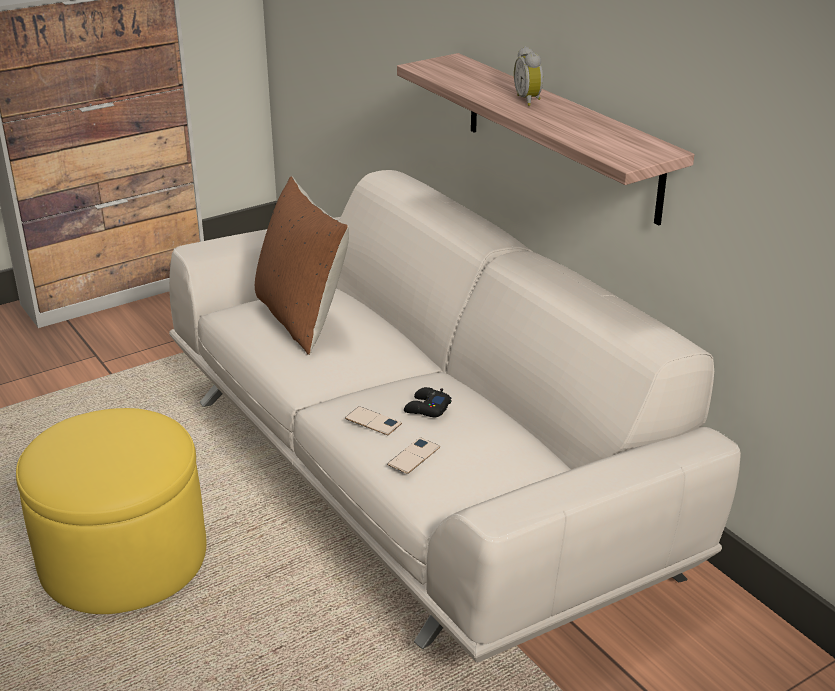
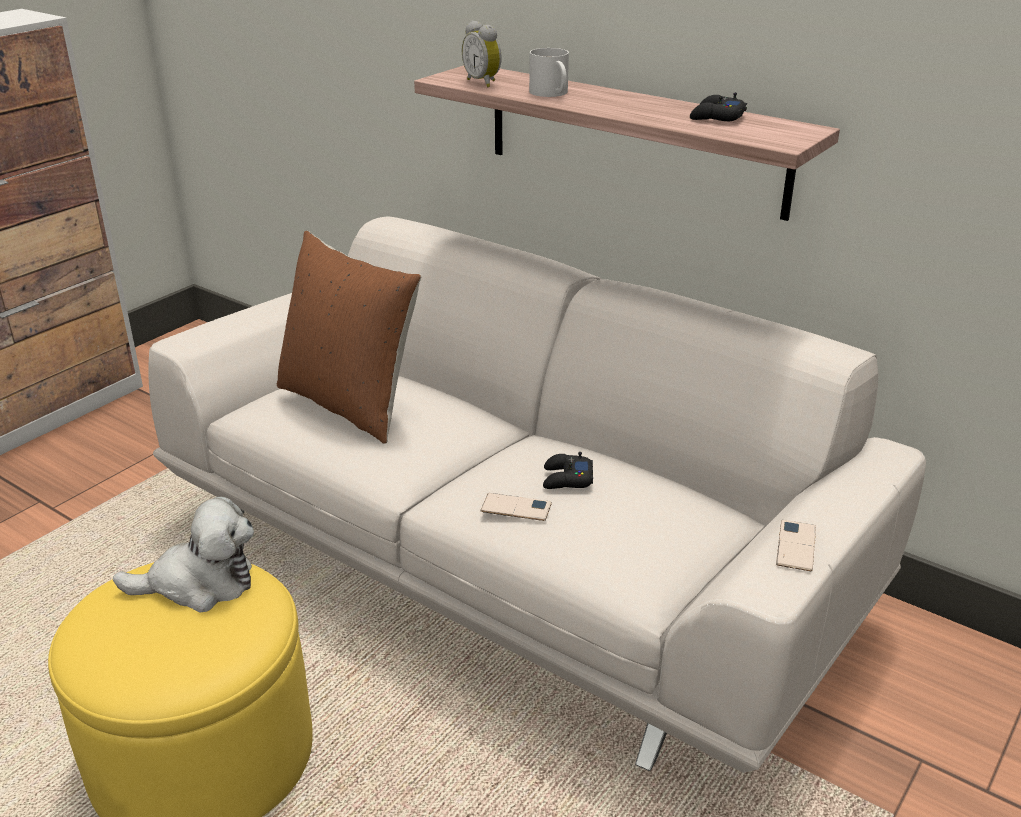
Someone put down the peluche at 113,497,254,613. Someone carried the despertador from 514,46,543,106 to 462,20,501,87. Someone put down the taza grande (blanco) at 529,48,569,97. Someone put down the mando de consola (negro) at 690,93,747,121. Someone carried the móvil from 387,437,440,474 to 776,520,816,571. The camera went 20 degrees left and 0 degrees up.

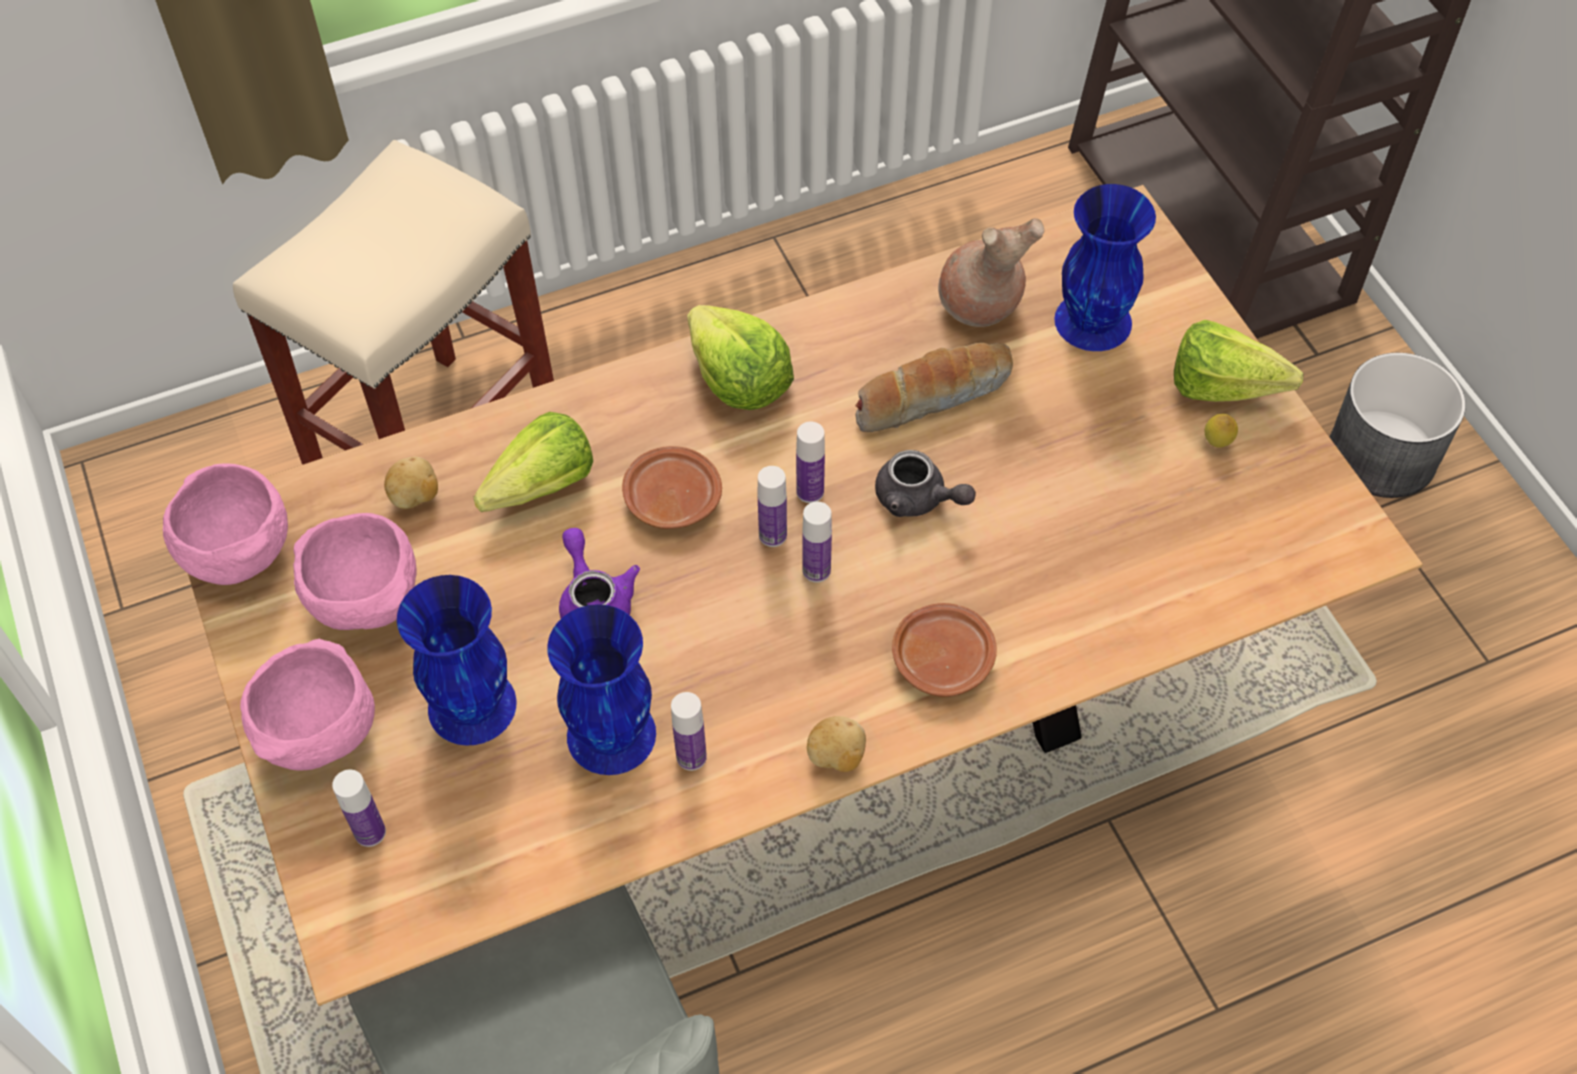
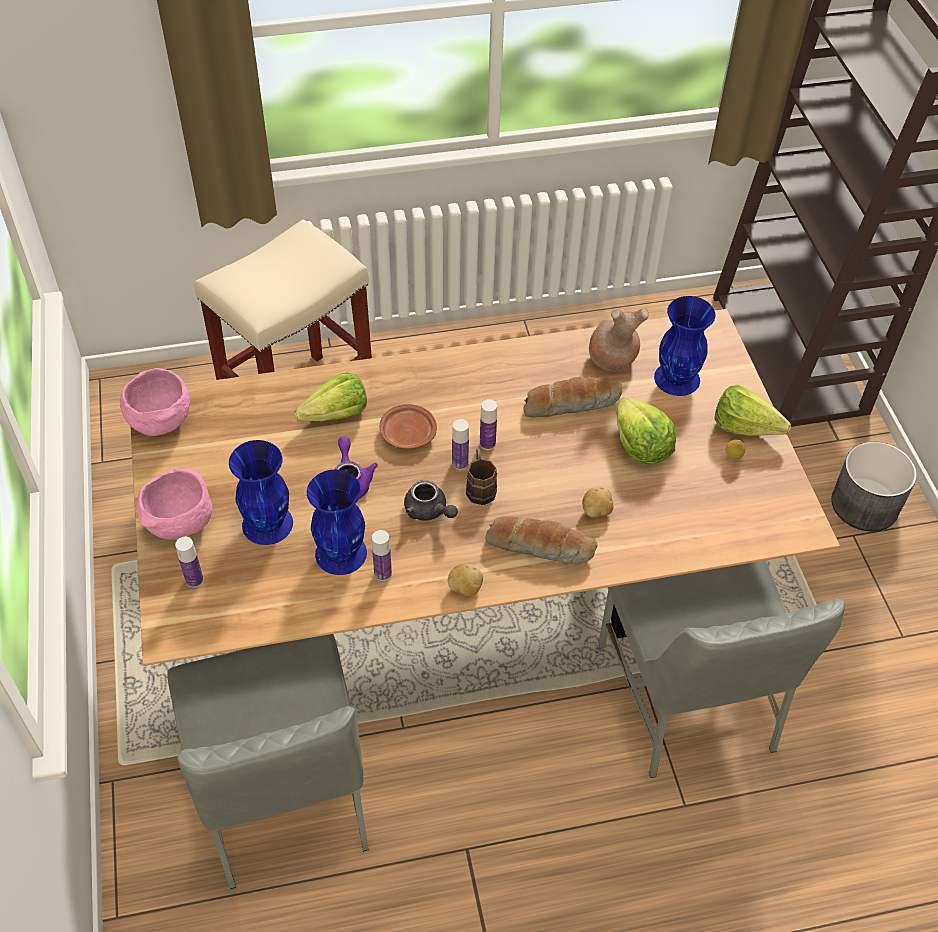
Someone carried the tetera (gris) from 875,450,976,517 to 404,480,458,521. Someone swapped the botella at 802,502,832,583 for the taza grande (marrón) at 466,448,497,505. Someone swapped the plato (marrón) at 892,603,997,697 for the pan at 485,516,597,564. Someone carried the patata from 384,457,438,509 to 582,487,614,518. Someone put down the silla (gris) at 598,560,845,778. Someone carried the lechuga from 687,305,794,410 to 616,397,676,465. Someone took away the cuenco (rosa) at 293,513,416,630. The camera went 10 degrees right and 5 degrees down.

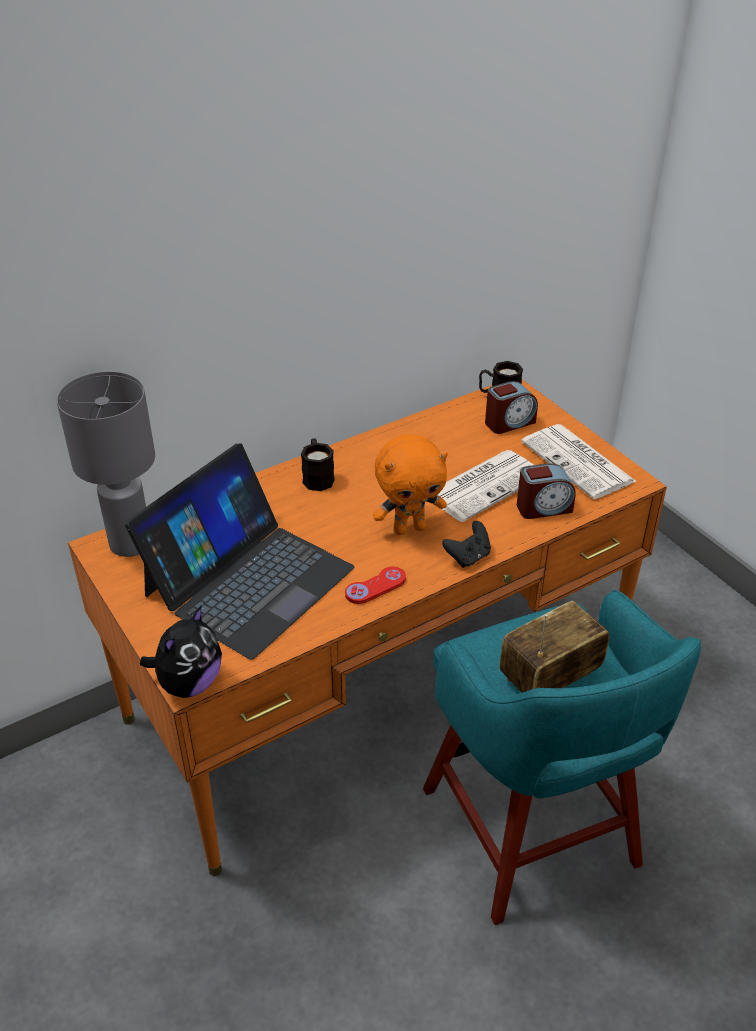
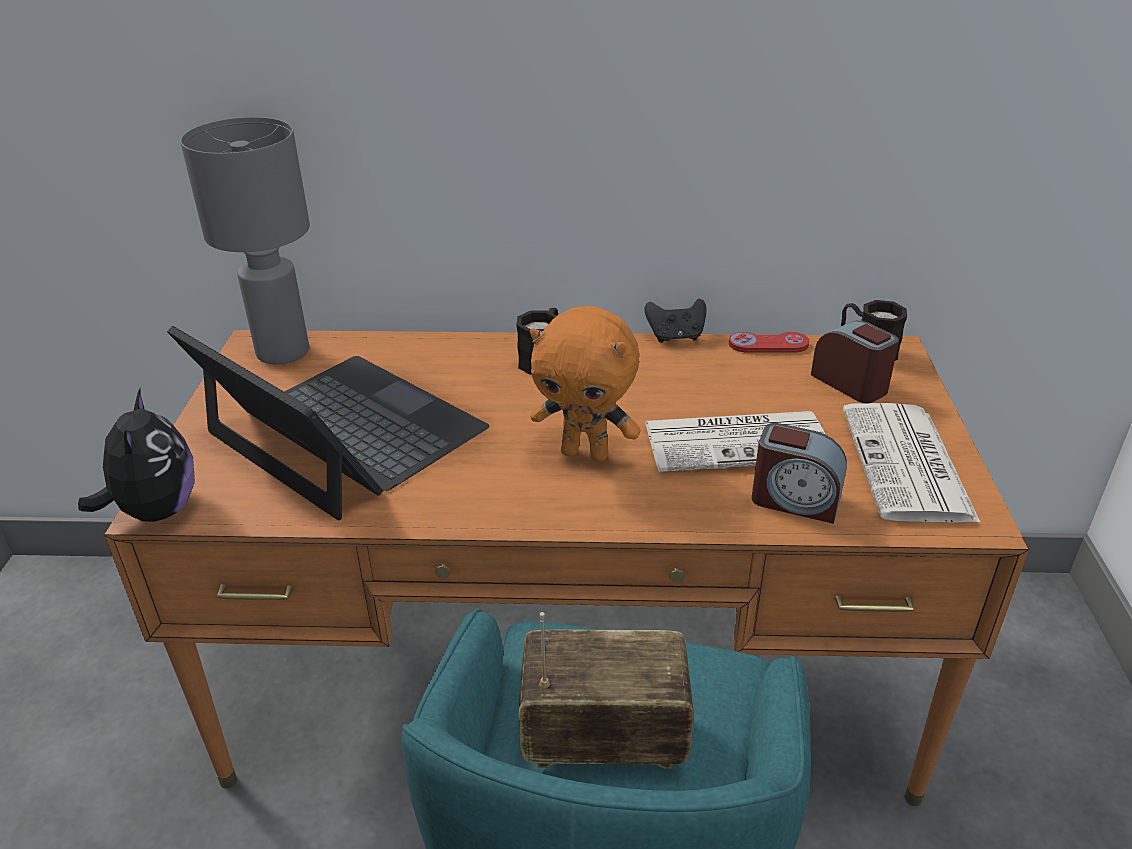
Someone rotated the peluche at 140,606,222,698 by 75 degrees counterclockwise. Someone rotated the portátil at 125,443,355,660 by 120 degrees counterclockwise. Someone carried the mando de consola (negro) from 442,521,491,568 to 644,299,706,343. Someone carried the mando de consola (rojo) from 345,566,406,604 to 729,332,809,353. Someone rotated the despertador at 485,381,538,434 by 135 degrees counterclockwise. The camera went 35 degrees right and 5 degrees down.

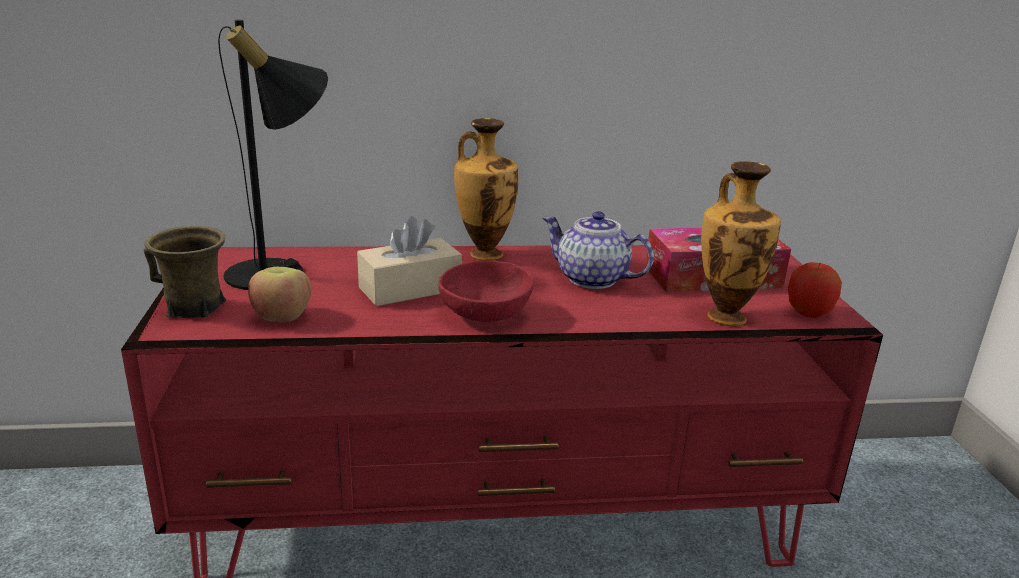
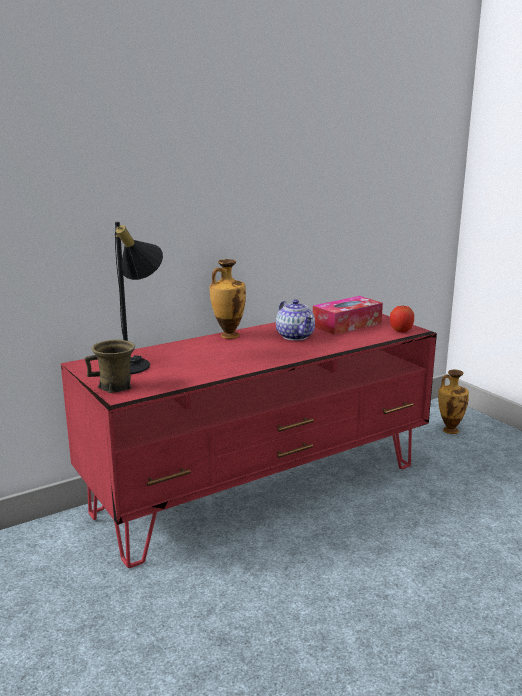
Someone rotated the tetera at 542,211,654,289 by 120 degrees counterclockwise. Someone carried the florero from 701,161,781,326 to 438,370,469,434. Someone took away the manzana at 248,267,311,322. Someone took away the caja de pañuelos (beis) at 357,216,462,306. Someone took away the cuenco (rojo) at 438,260,534,322. The camera went 25 degrees left and 5 degrees down.

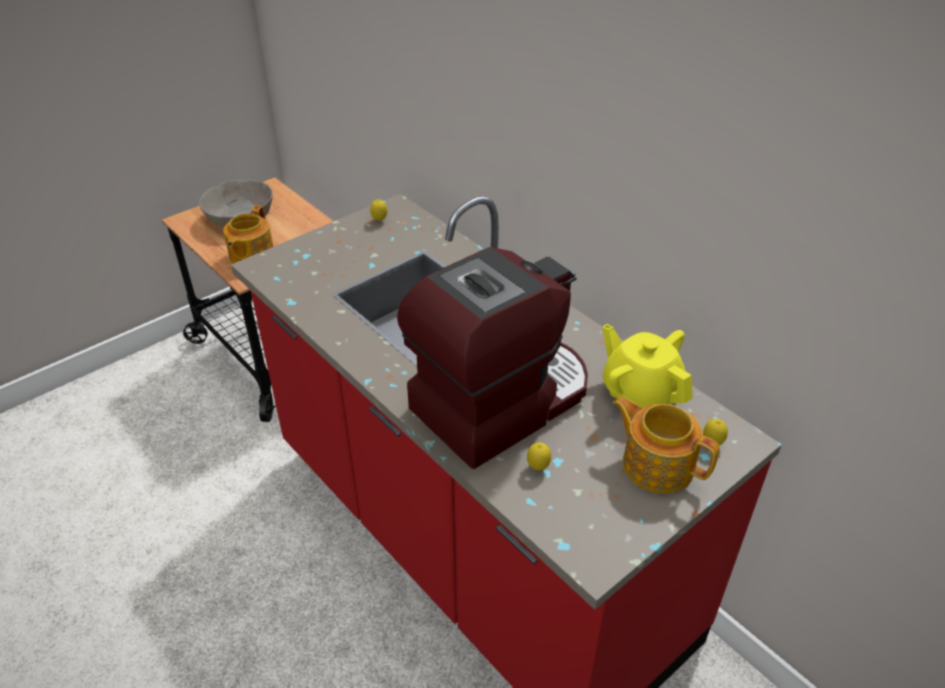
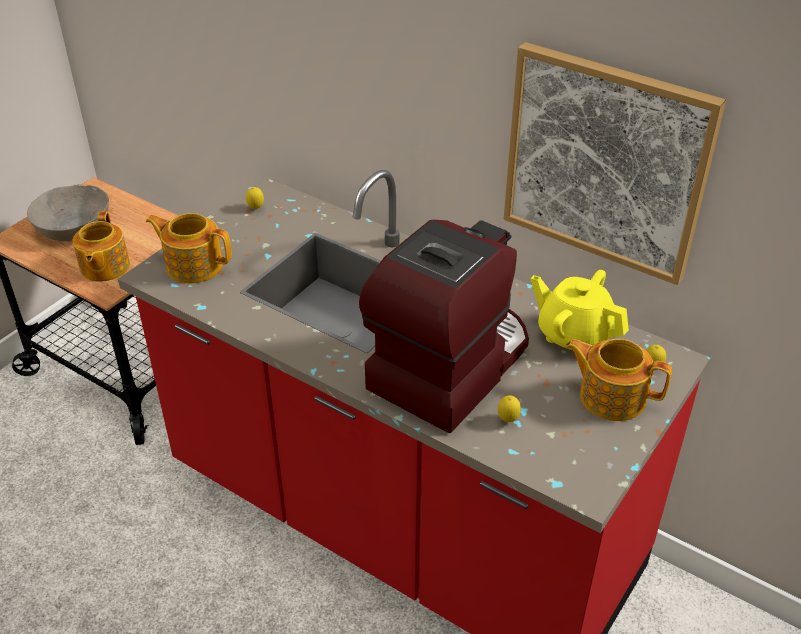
Someone put down the tetera at 146,213,232,283. Someone put up the cuadro at 504,42,726,285. The camera went 15 degrees left and 0 degrees up.

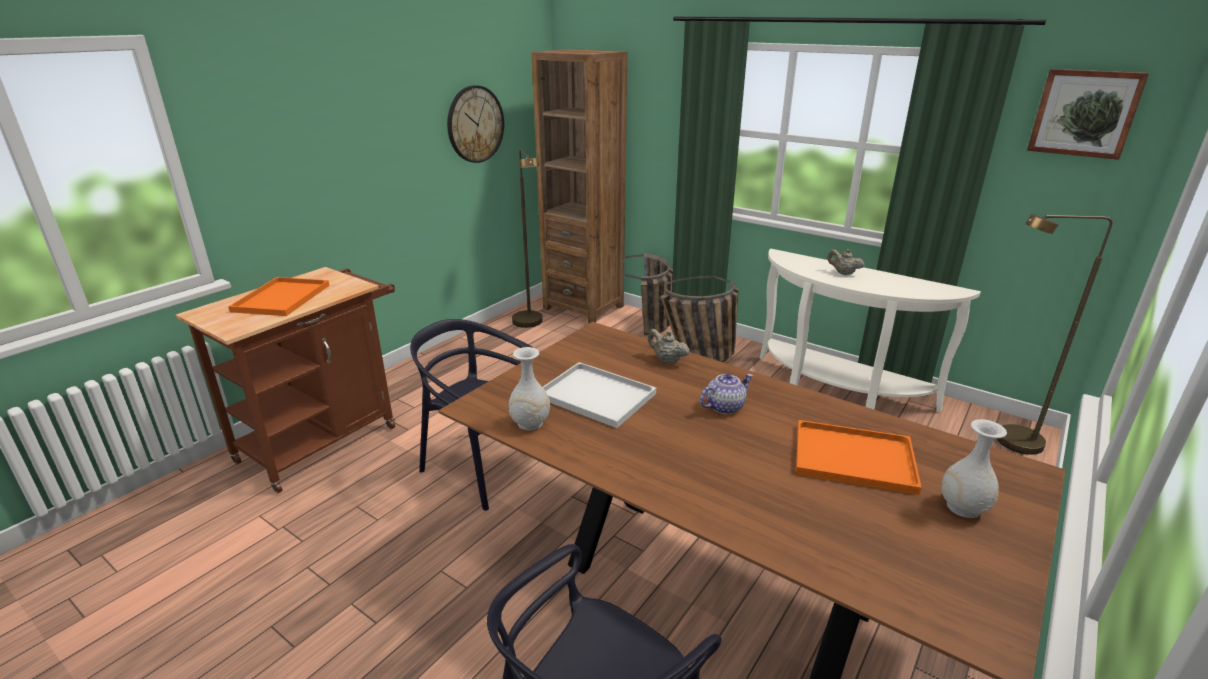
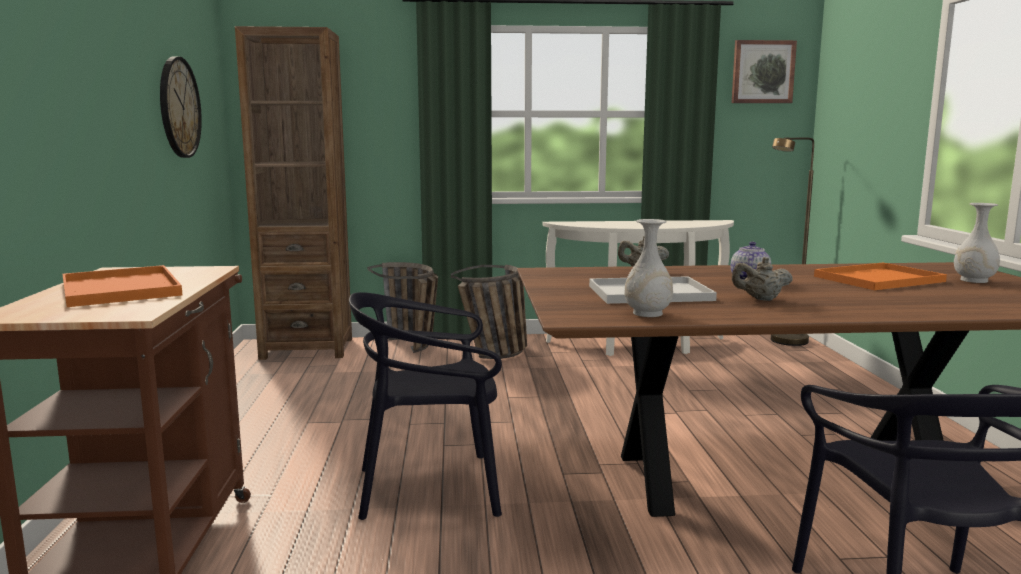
Someone carried the tetera (beis) from 827,249,864,275 to 732,257,793,301. Someone took away the lámpara de pie (marrón) at 512,149,542,328. The camera went 40 degrees left and 15 degrees down.

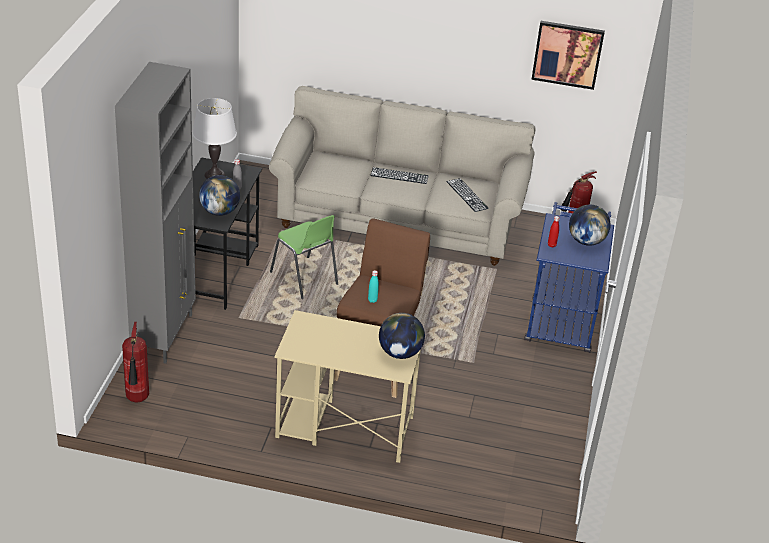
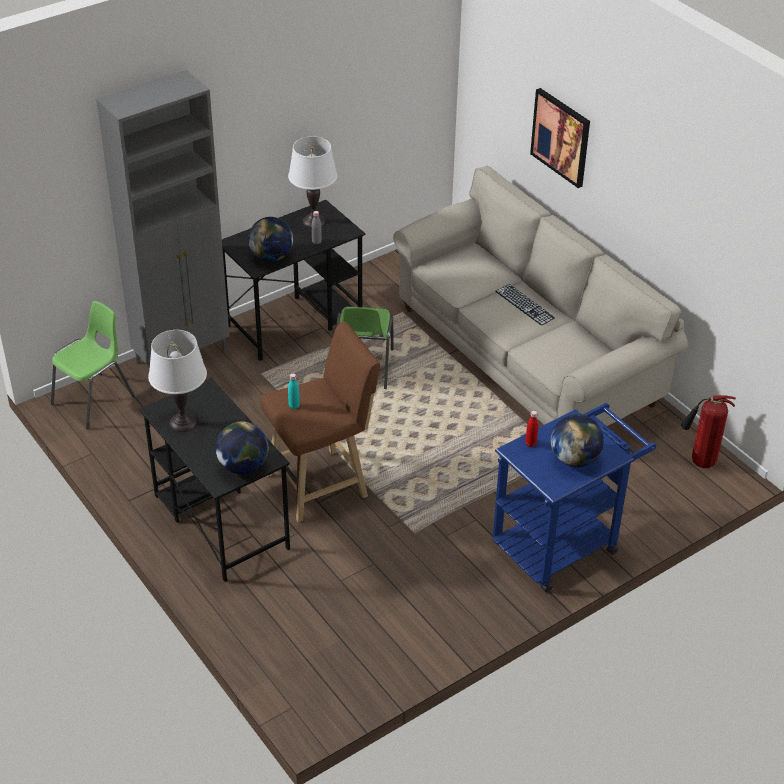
Someone swapped the extintor at 122,322,149,403 for the silla (verde) at 51,301,135,429. Someone repainted the escritorio (beis) at 275,310,421,463, which became the escritorio (negro) at 139,378,290,582. Someone put down the lámpara de mesa (blanco) at 148,330,207,432. Someone carried the cuadro from 531,21,605,90 to 530,88,590,188. Someone took away the teclado at 446,178,489,212. The camera went 45 degrees right and 5 degrees up.

